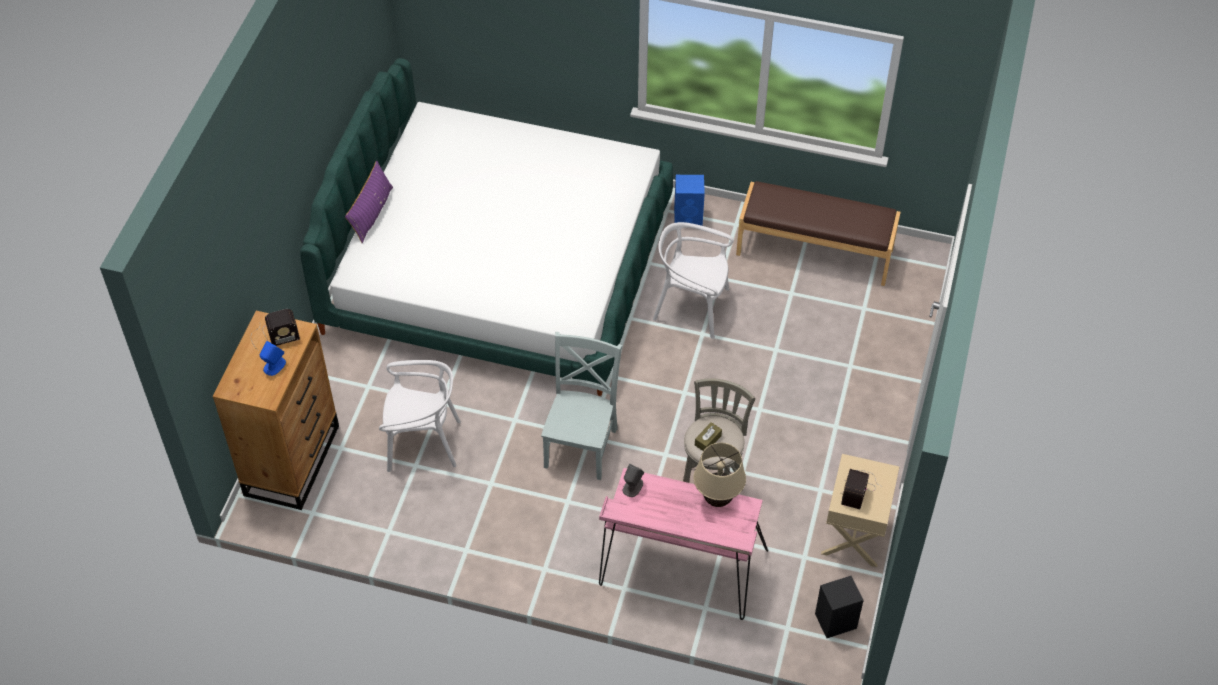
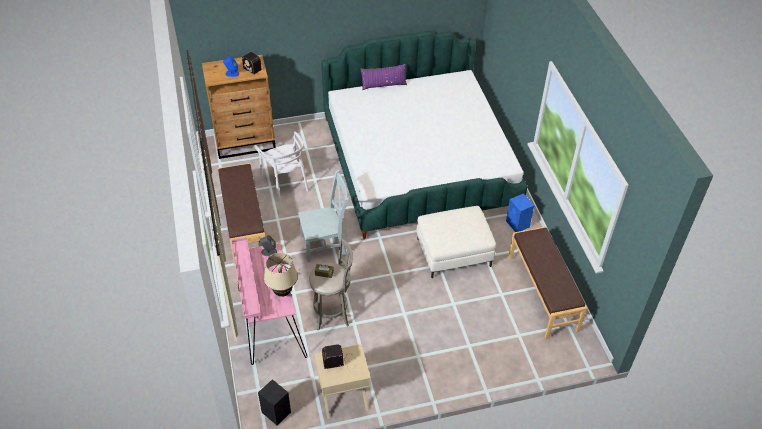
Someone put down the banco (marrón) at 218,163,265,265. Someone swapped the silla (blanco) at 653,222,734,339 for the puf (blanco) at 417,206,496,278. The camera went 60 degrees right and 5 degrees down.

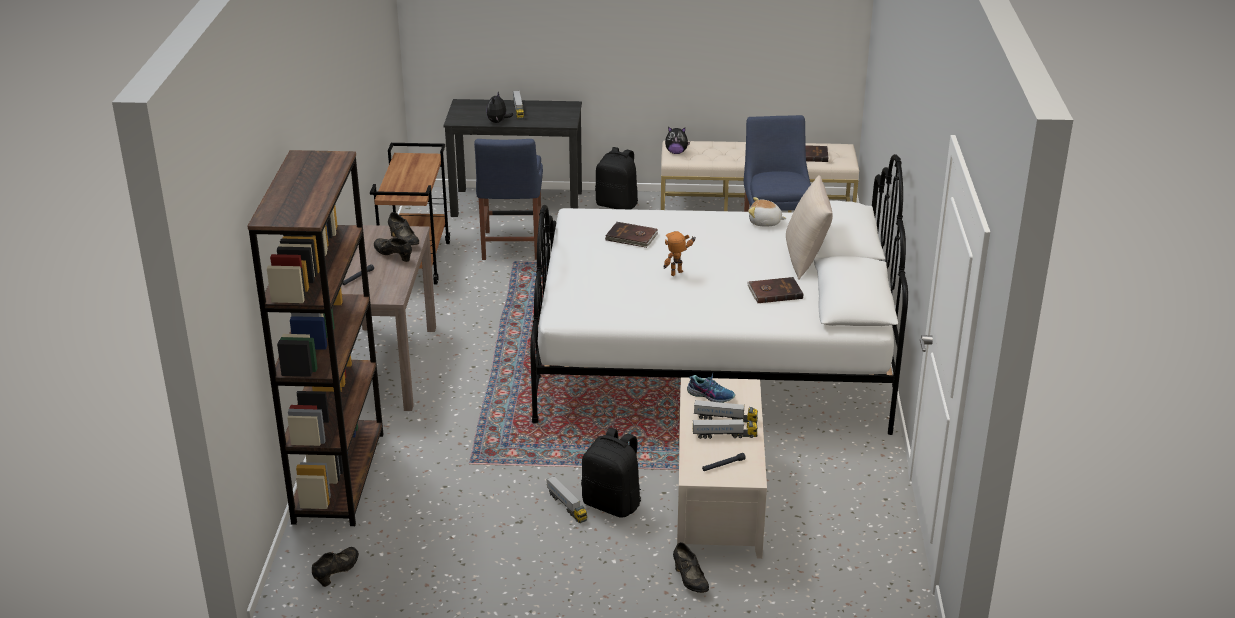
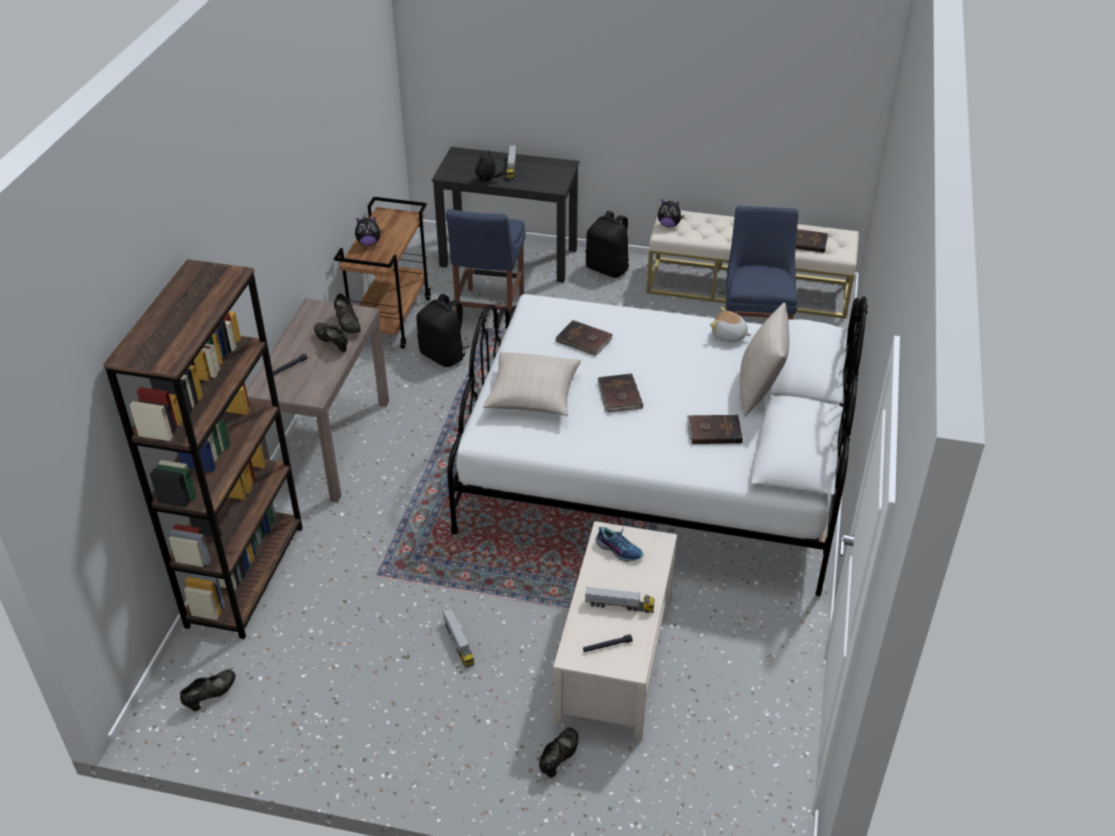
Someone put down the peluche at 355,217,383,246. Someone carried the mochila (negro) from 581,427,641,518 to 416,294,470,367. Someone put down the cojín (beis) at 482,352,581,416. Someone rotated the zapato (negro) at 673,542,709,593 by 135 degrees counterclockwise. Someone swapped the robot de juguete at 664,231,696,276 for the libro (marrón) at 598,373,643,412. Someone took away the camión de juguete at 694,400,758,423. The camera went 10 degrees right and 10 degrees up.

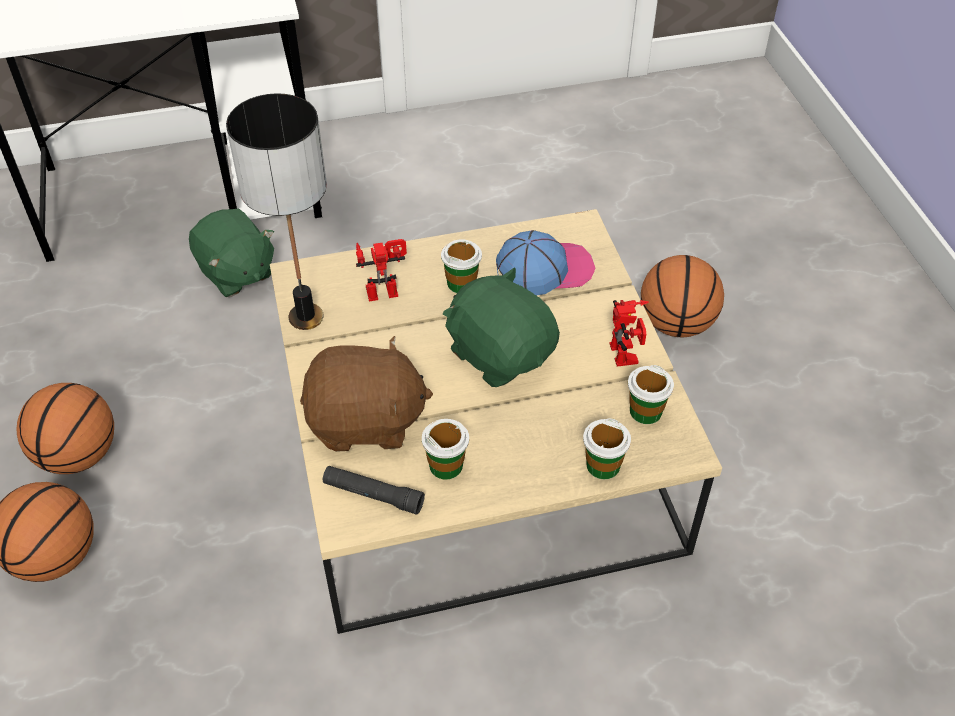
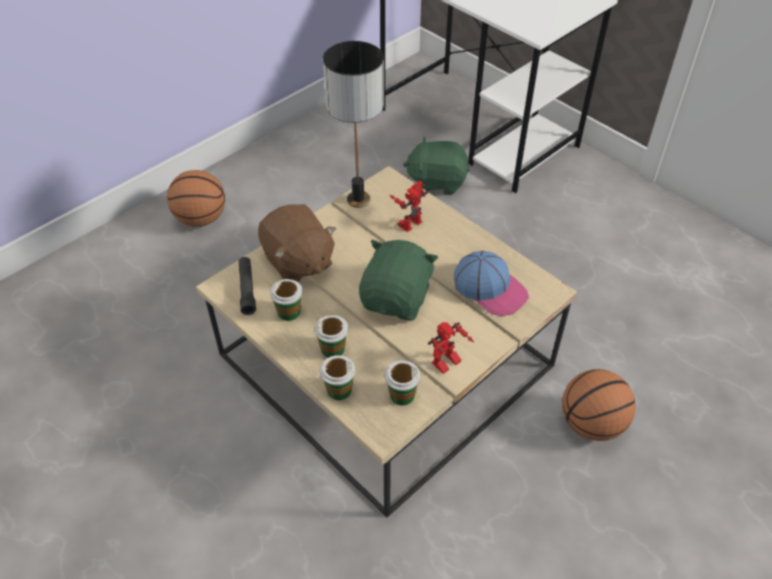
Someone carried the taza from 441,239,482,293 to 315,315,349,358. Someone rotated the robot de juguete at 356,239,407,301 by 90 degrees counterclockwise. Someone rotated the peluche (verde) at 189,208,274,297 by 75 degrees clockwise. Someone took away the balón de baloncesto at 17,383,114,474. The camera went 60 degrees right and 0 degrees up.

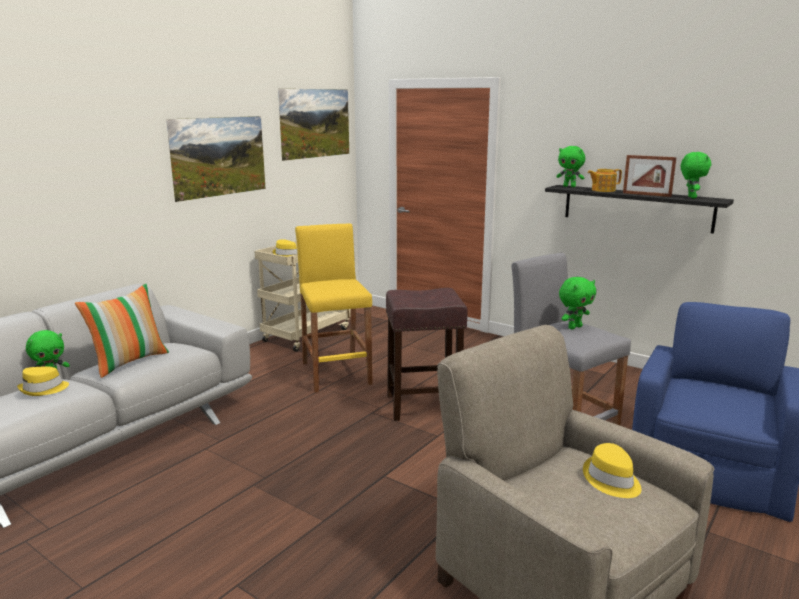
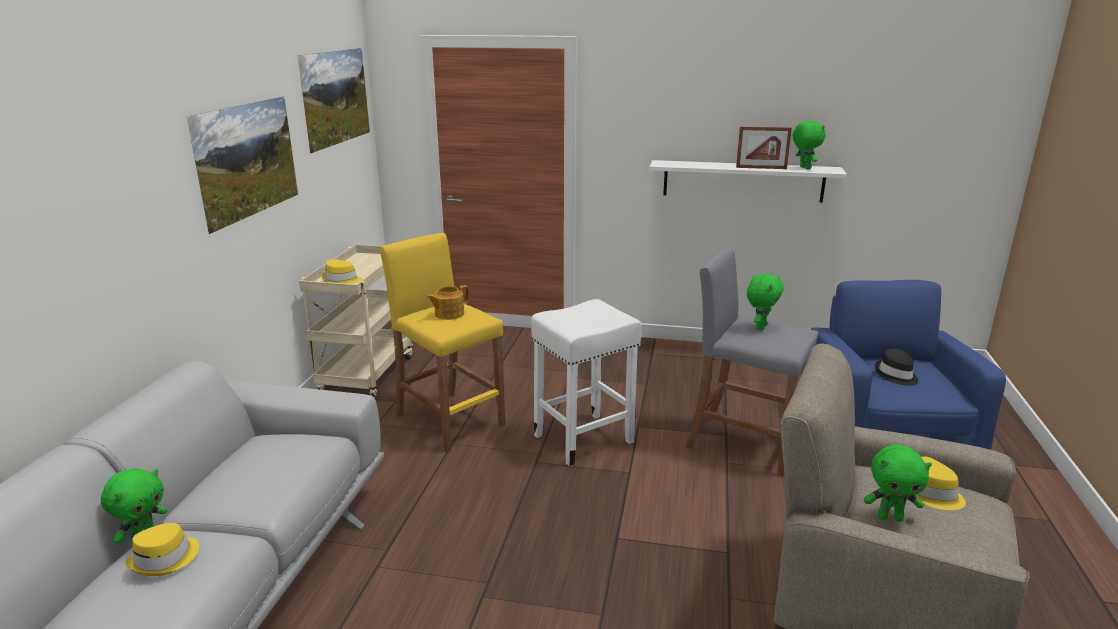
Someone carried the tetera from 588,169,622,192 to 426,285,469,320. Someone repainted the taburete (marrón) at 386,288,468,421, which became the taburete (blanco) at 531,299,642,466. Someone repainted the estante (negro) at 545,185,734,234, which became the estante (blanco) at 649,160,847,203. Someone carried the peluche (verde) from 556,146,585,187 to 863,444,932,521. Someone put down the sombrero (negro) at 875,349,918,386. Someone took away the cojín at 75,284,169,378. The camera went 25 degrees left and 5 degrees up.

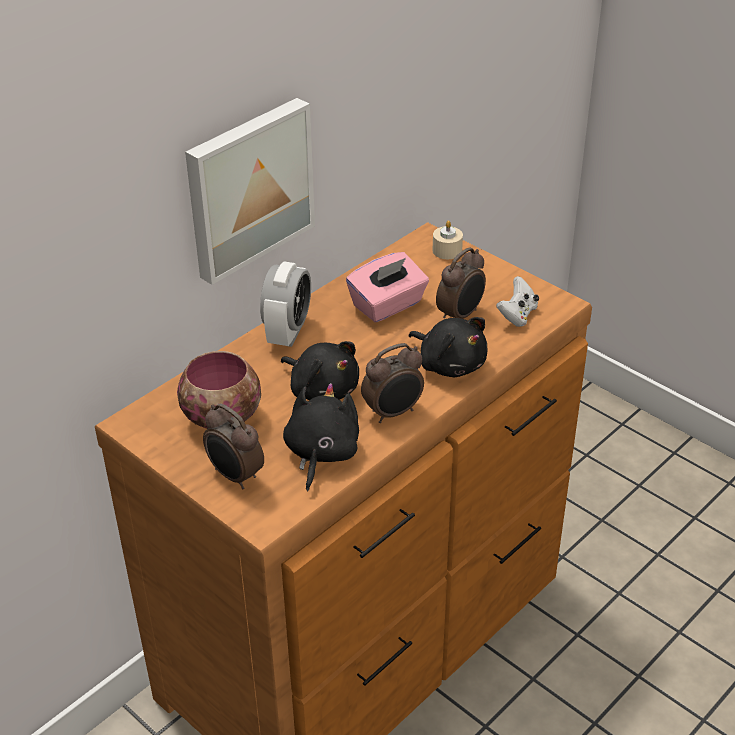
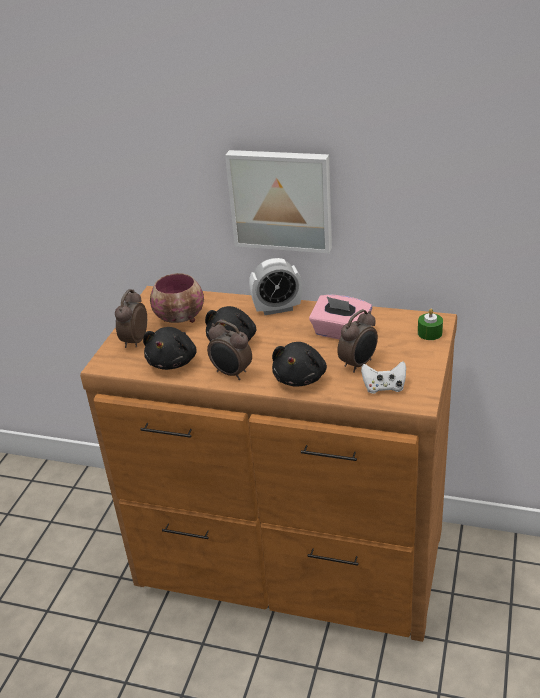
Someone rotated the peluche (negro) at 283,383,359,491 by 120 degrees clockwise. Someone rotated the despertador at 436,247,486,319 by 60 degrees counterclockwise. Someone repainted the vela (beis) at 433,220,463,259, which became the vela (verde) at 418,309,443,340. The camera went 65 degrees right and 5 degrees down.

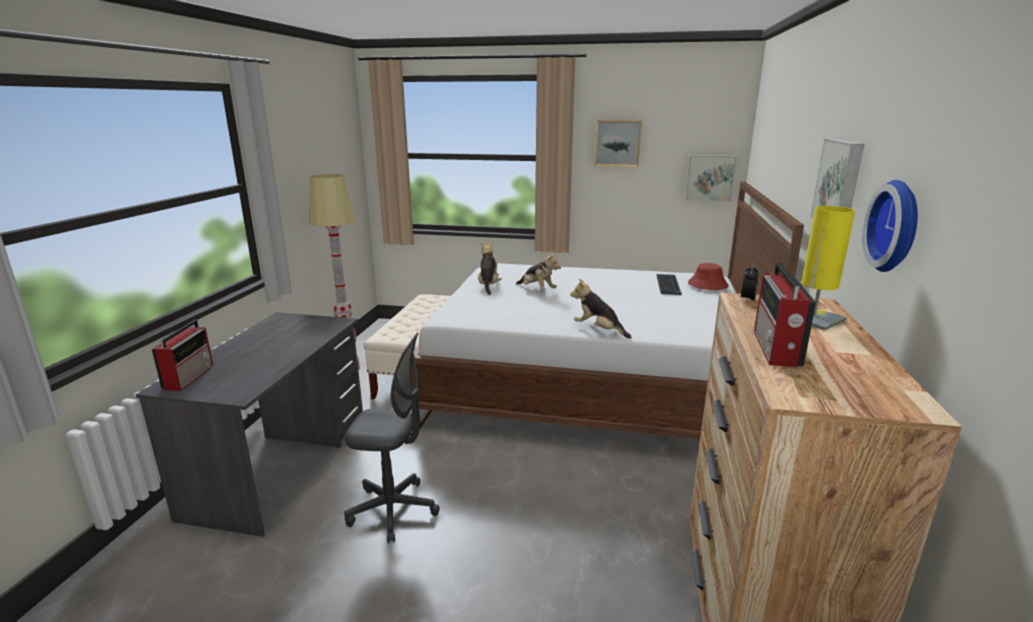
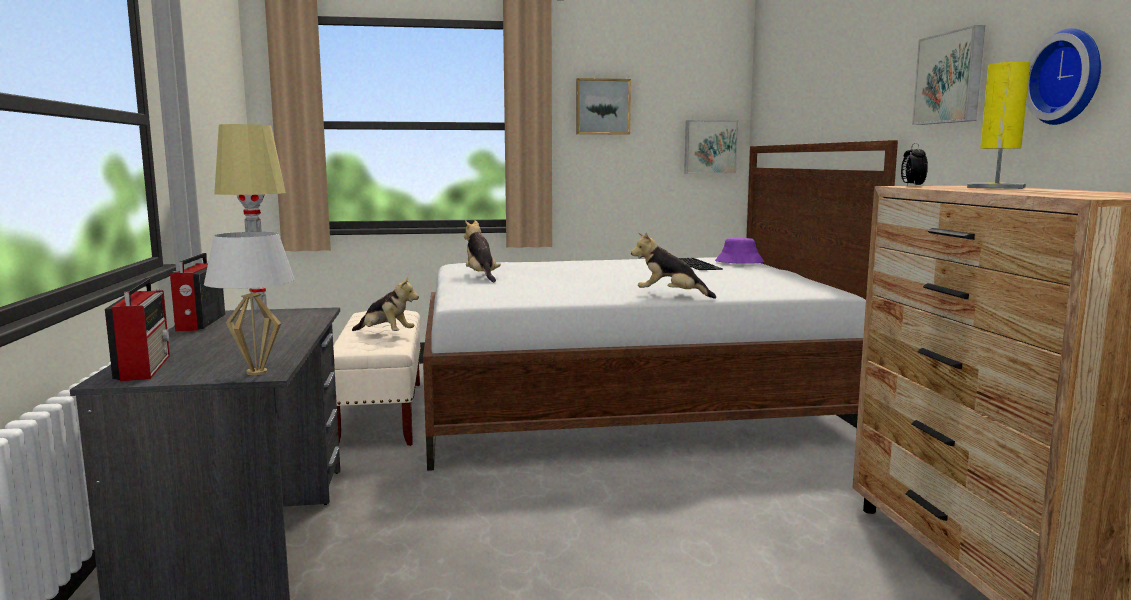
Someone carried the radio from 754,262,816,367 to 170,253,225,331. Someone put down the lámpara de mesa (blanco) at 204,232,295,375. Someone carried the peluche from 516,251,561,290 to 352,276,419,331. Someone repainted the sombrero (rojo) at 688,263,729,290, which became the sombrero (morado) at 715,238,765,264. Someone took away the silla de oficina (gris) at 344,332,440,543. The camera went 20 degrees left and 10 degrees down.

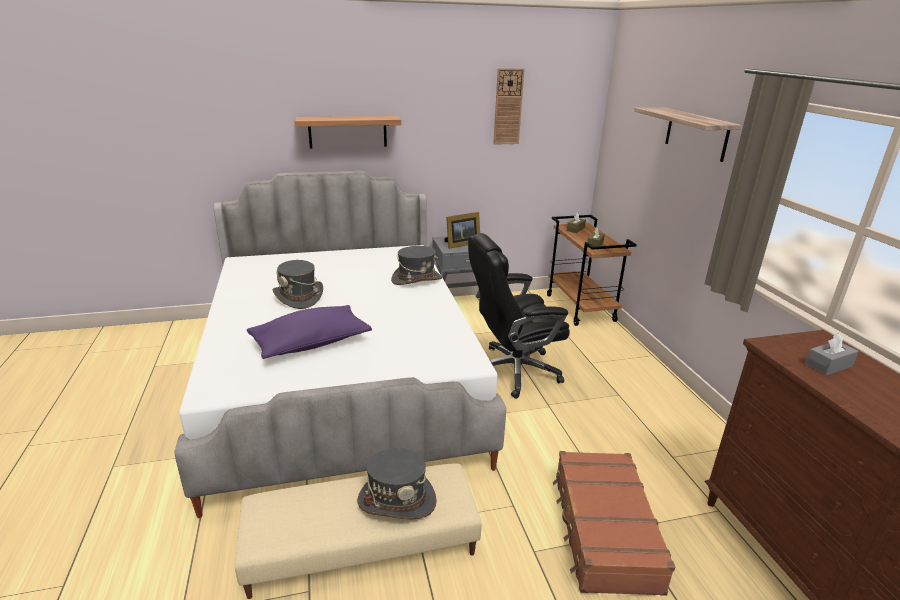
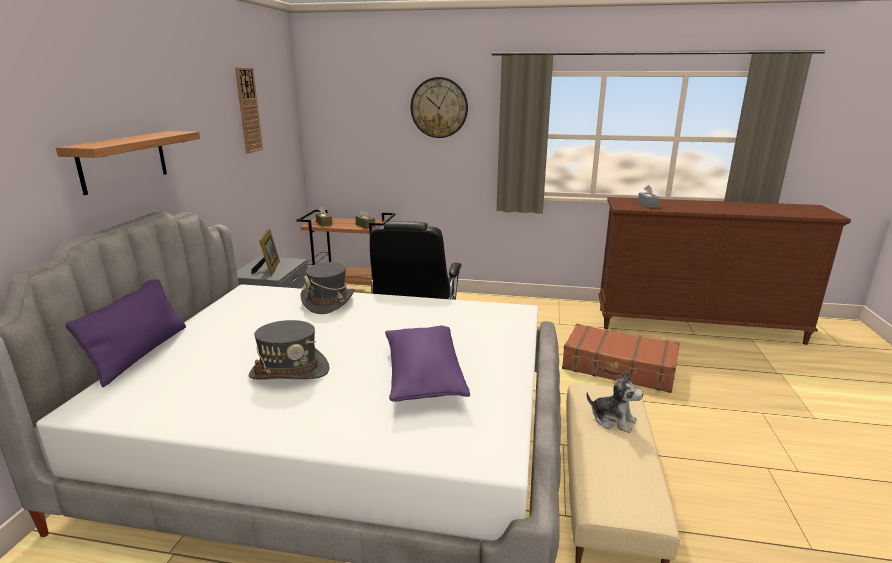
Someone put down the cojín (morado) at 65,279,186,387. Someone swapped the estante at 634,107,742,162 for the reloj de pared at 410,77,468,138. Someone swapped the sombrero (gris) at 357,448,436,519 for the peluche at 586,371,643,433. The camera went 65 degrees left and 5 degrees down.

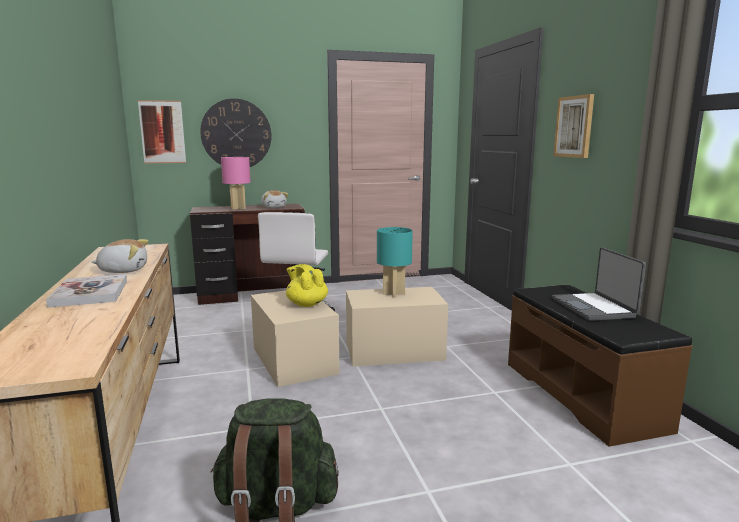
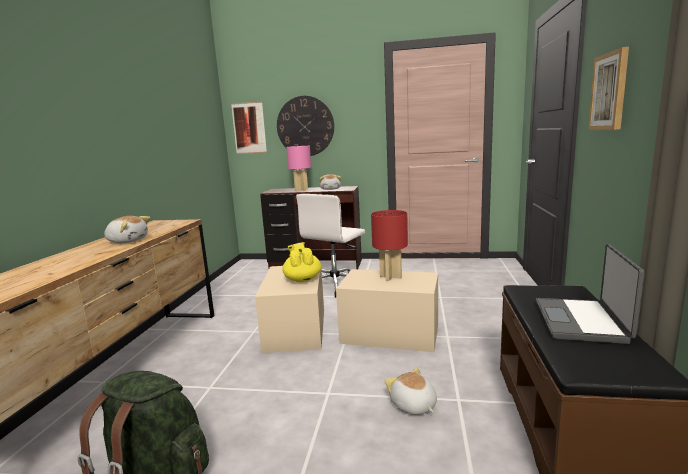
Someone repainted the lámpara de mesa (turquesa) at 377,227,413,298, which became the lámpara de mesa (rojo) at 371,210,408,281. Someone put down the peluche at 385,367,437,415. Someone took away the libro at 46,274,127,308. The camera went 25 degrees right and 0 degrees up.

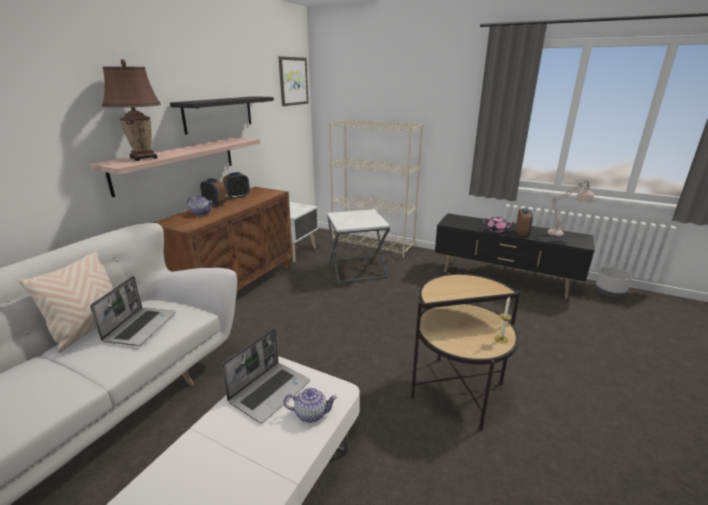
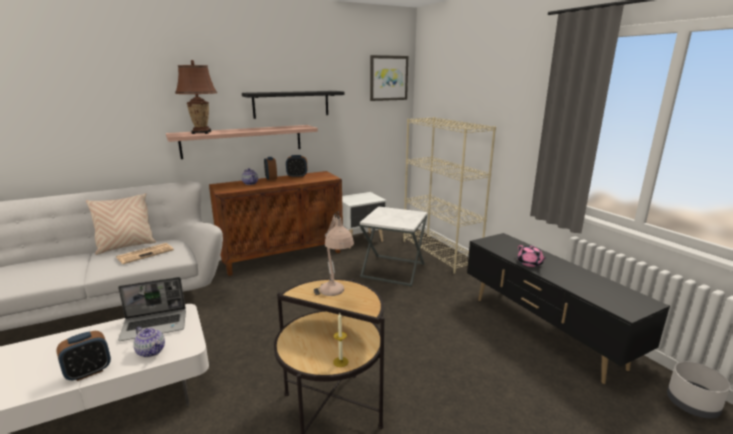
Someone carried the despertador from 516,208,533,236 to 56,331,111,381. Someone swapped the portátil at 90,276,176,346 for the periódico at 116,243,174,264. Someone carried the lámpara de mesa (beis) from 545,181,594,237 to 314,211,354,296. The camera went 35 degrees right and 5 degrees down.

